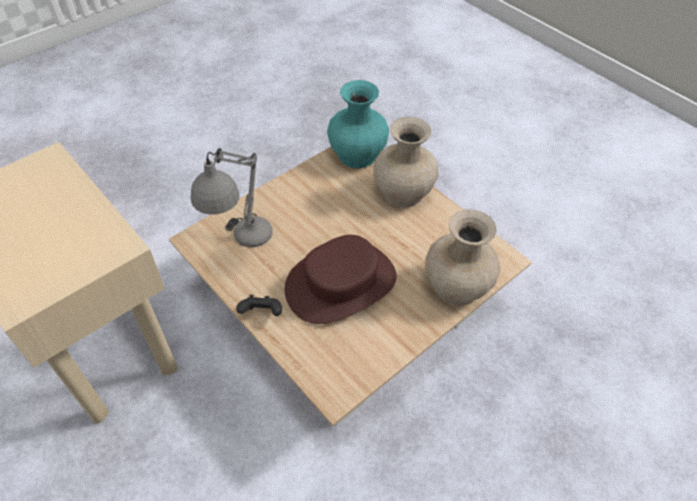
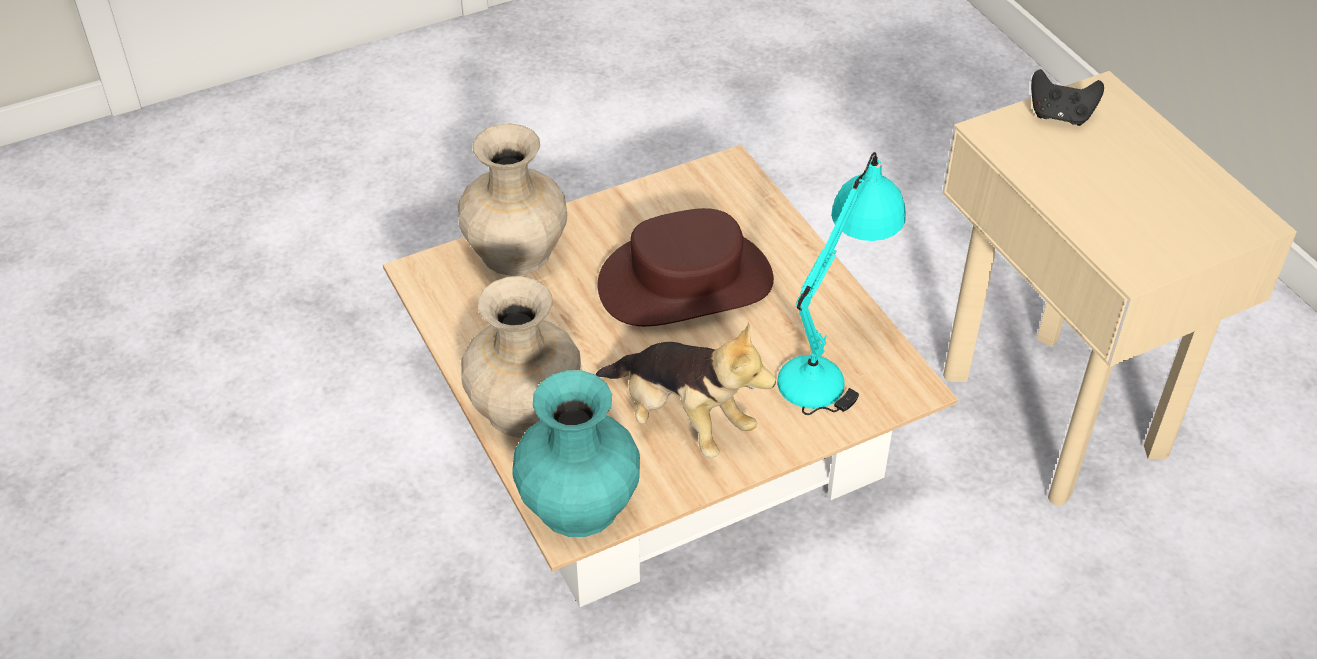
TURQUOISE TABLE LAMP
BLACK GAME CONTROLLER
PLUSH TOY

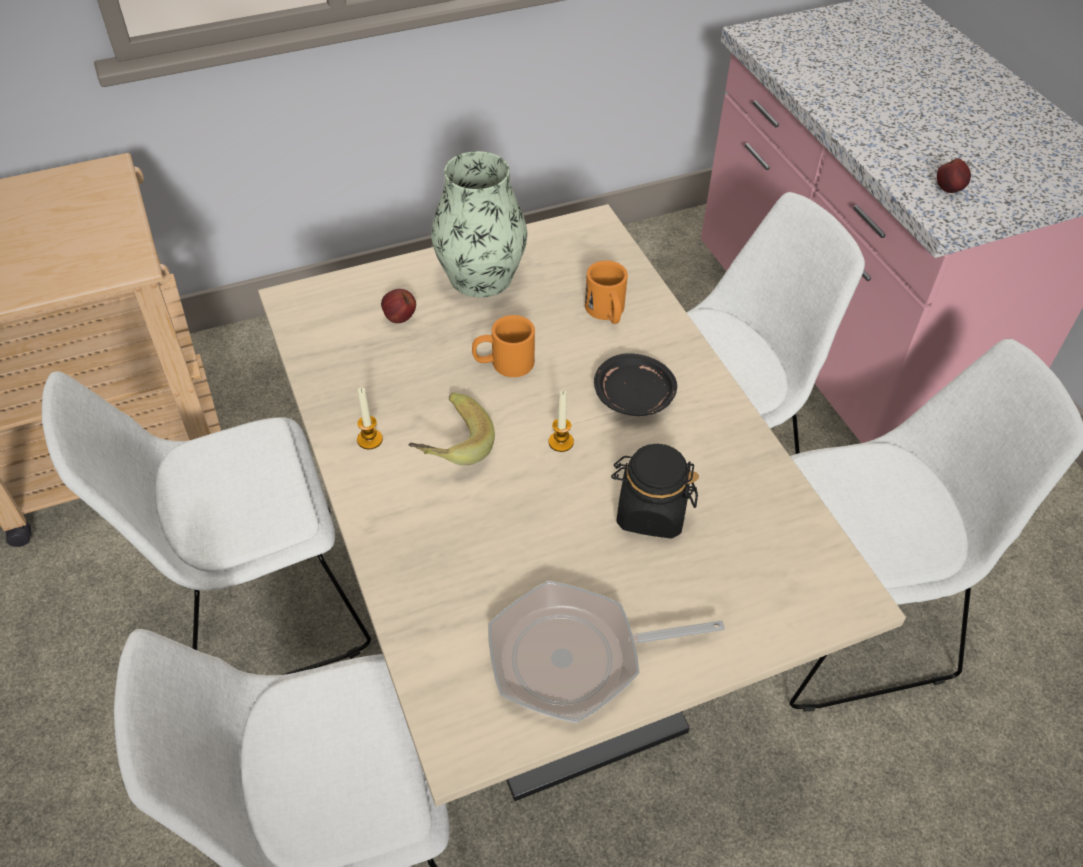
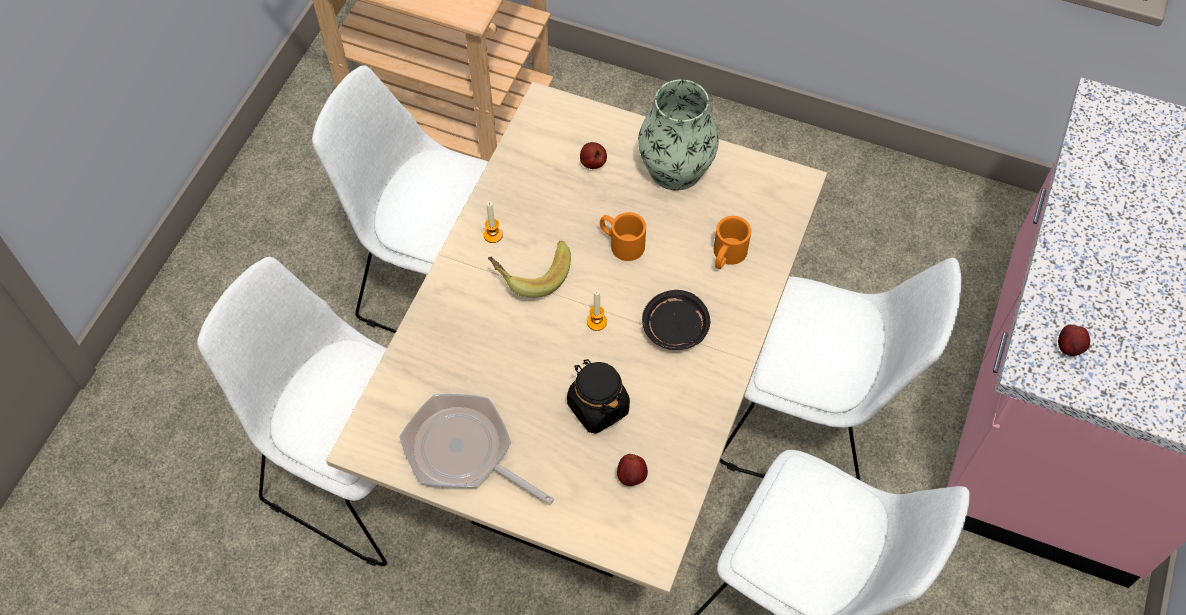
APPLE (no. 2 from left)

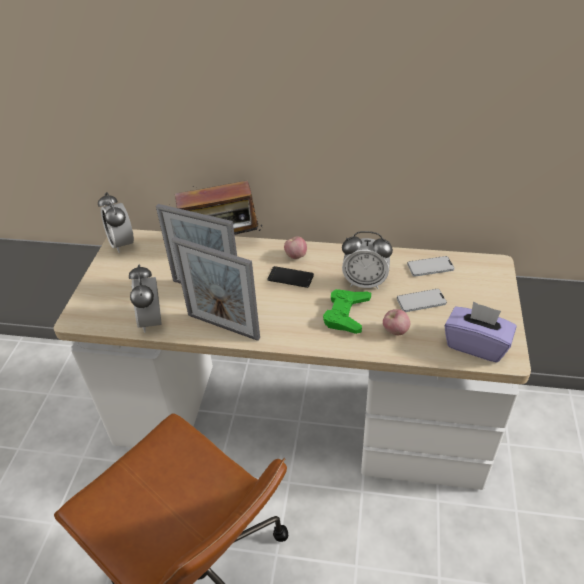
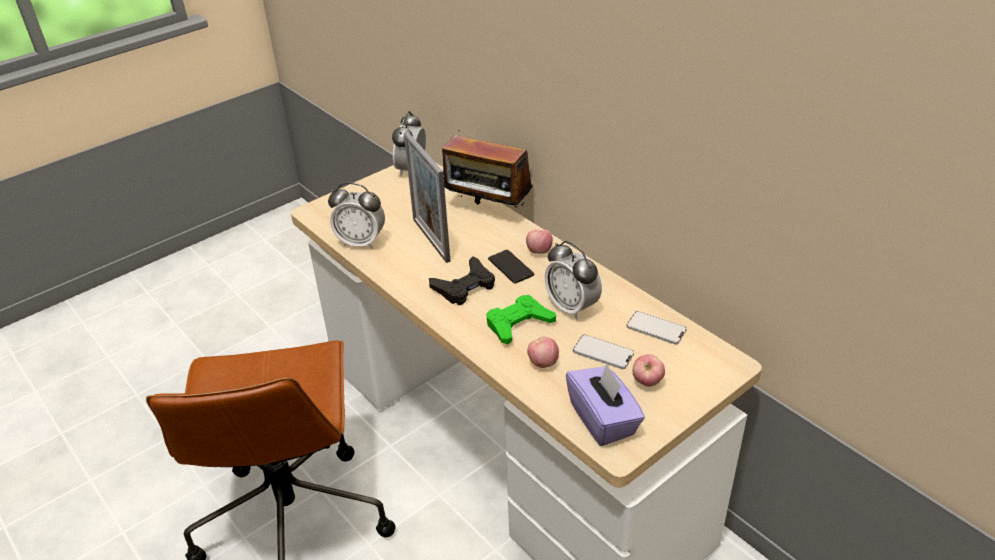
ALARM CLOCK (no. 1 from left)
PICTURE FRAME (no. 2 from left in the first image)
BLACK GAME CONTROLLER
APPLE (no. 3 from left)

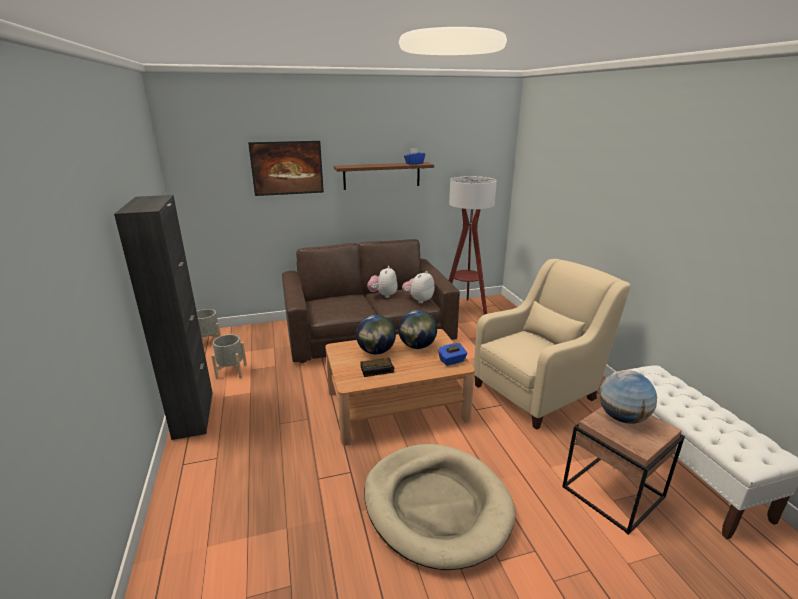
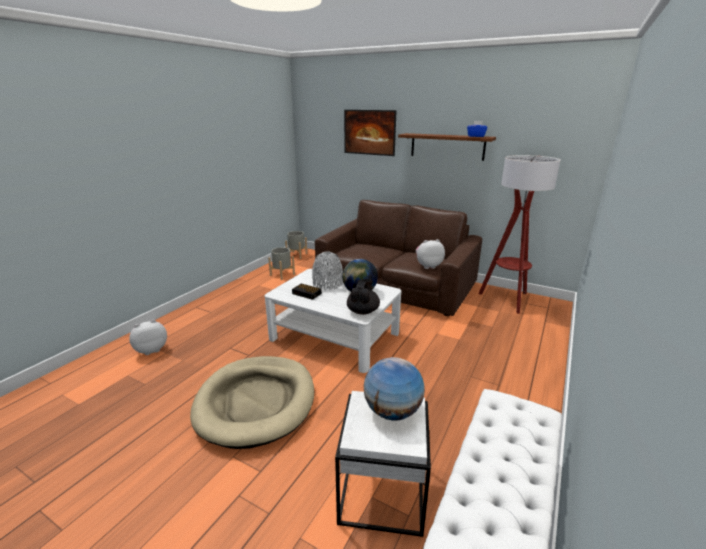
BLACK CABINET
WHITE COFFEE TABLE
GREY VASE
PLUSH TOY (no. 1 from left)
BLACK TEAPOT
BEIGE ARMCHAIR
WHITE SIDE TABLE

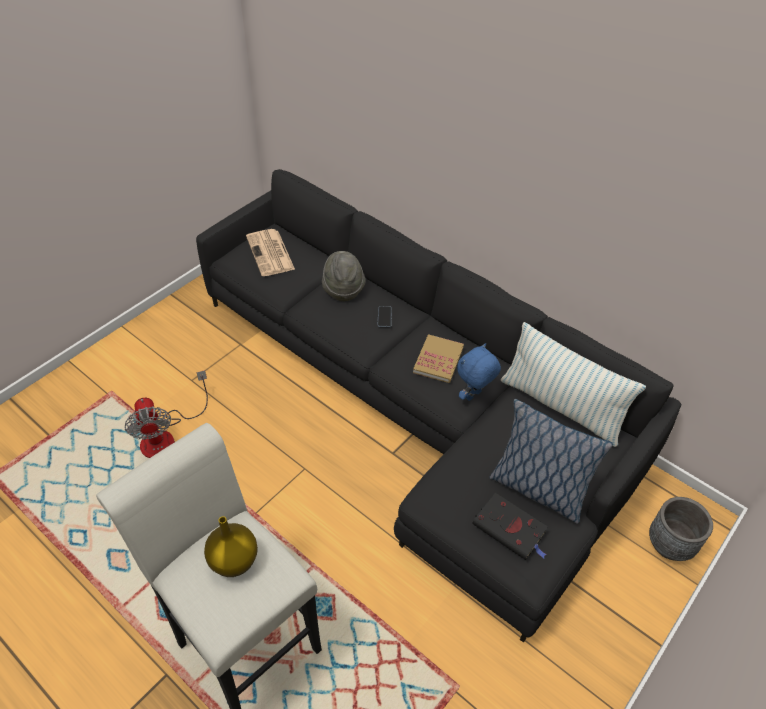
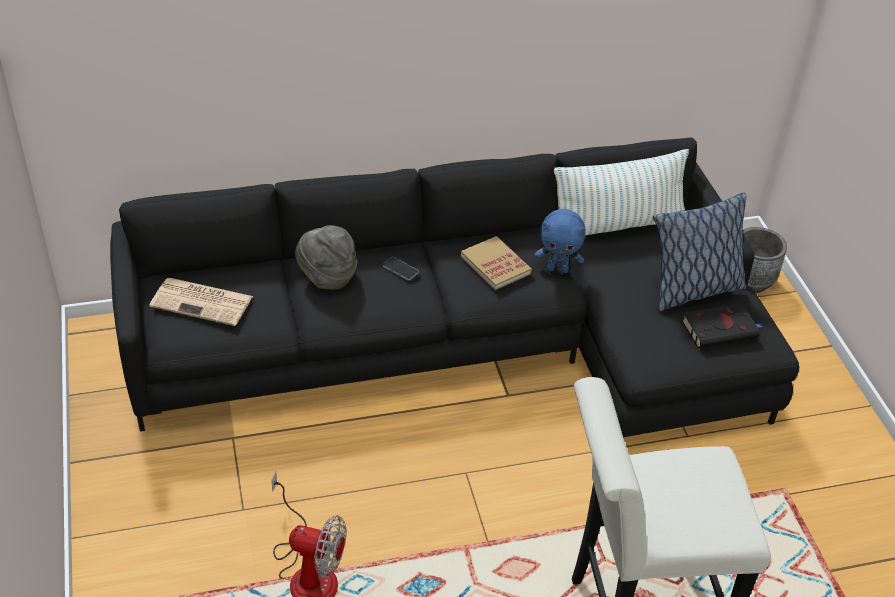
YELLOW VASE
BLUE PLUSH TOY

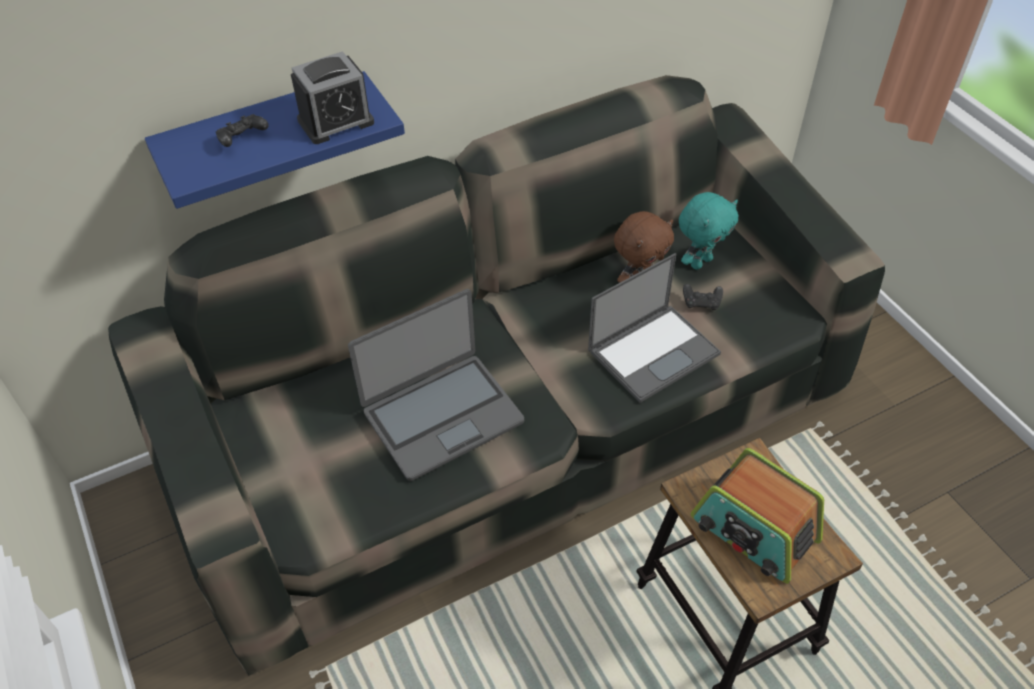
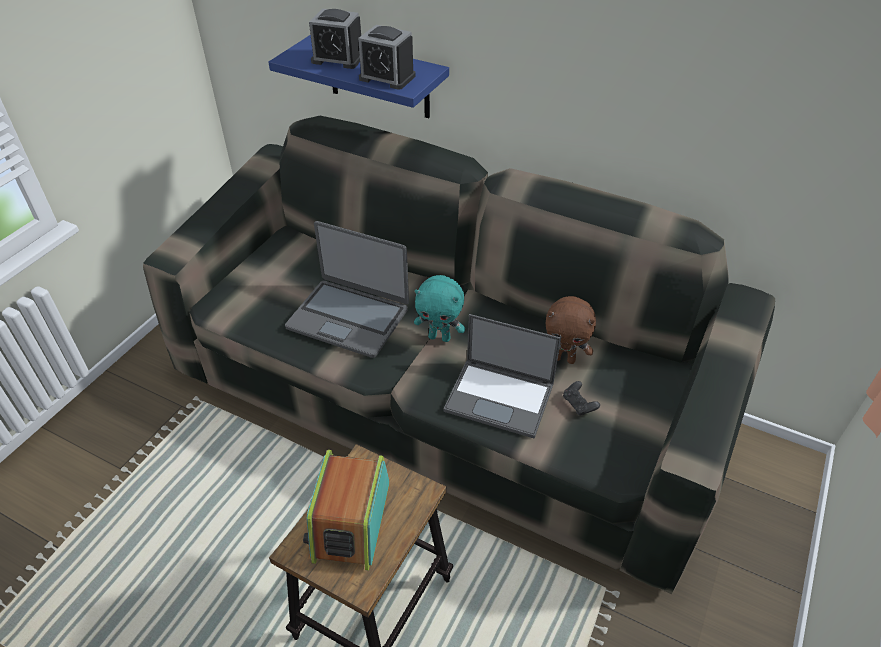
ALARM CLOCK (no. 1 from left)
TURQUOISE PLUSH TOY

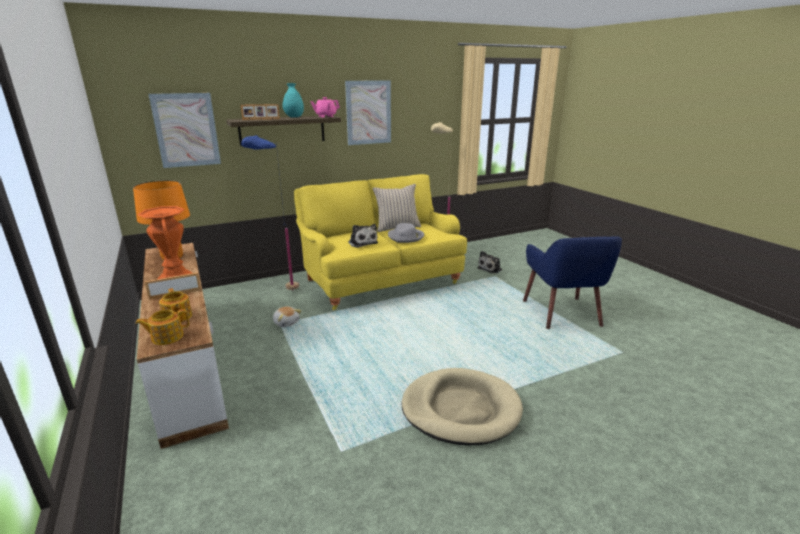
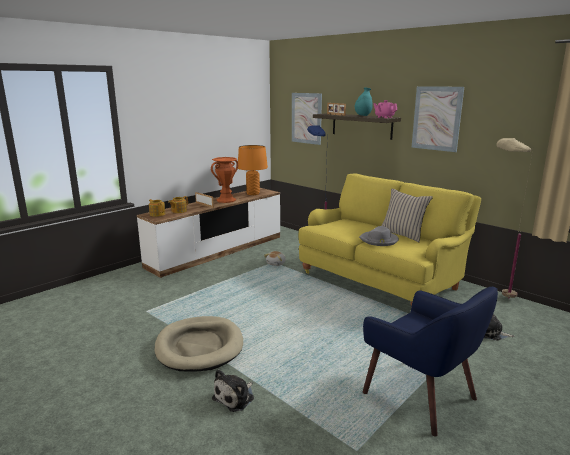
PLUSH TOY (no. 1 from left)
BLUE ARMCHAIR

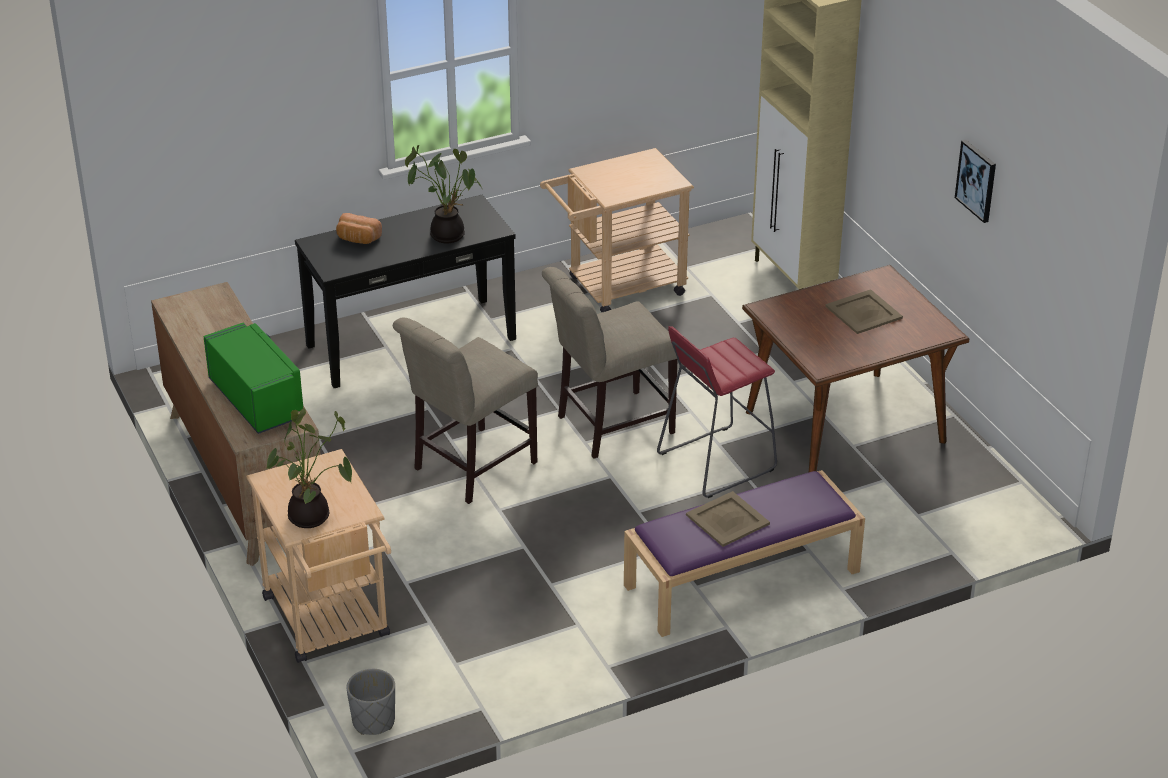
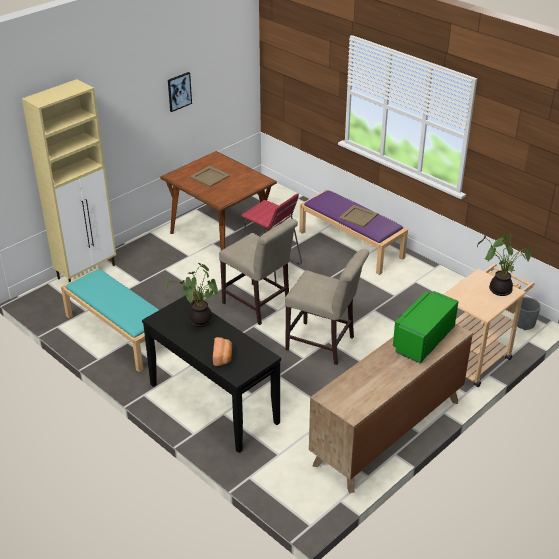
TURQUOISE BENCH

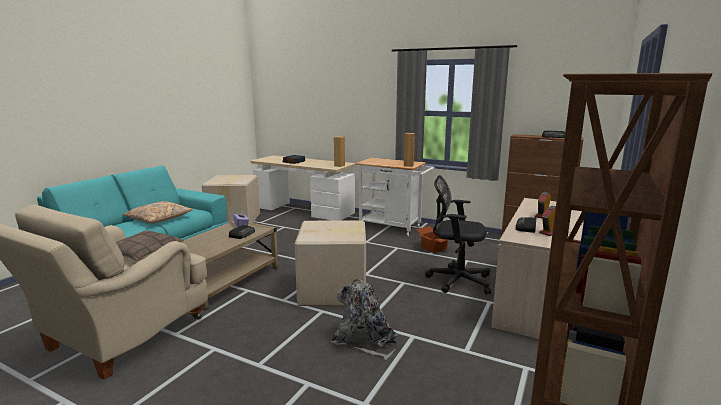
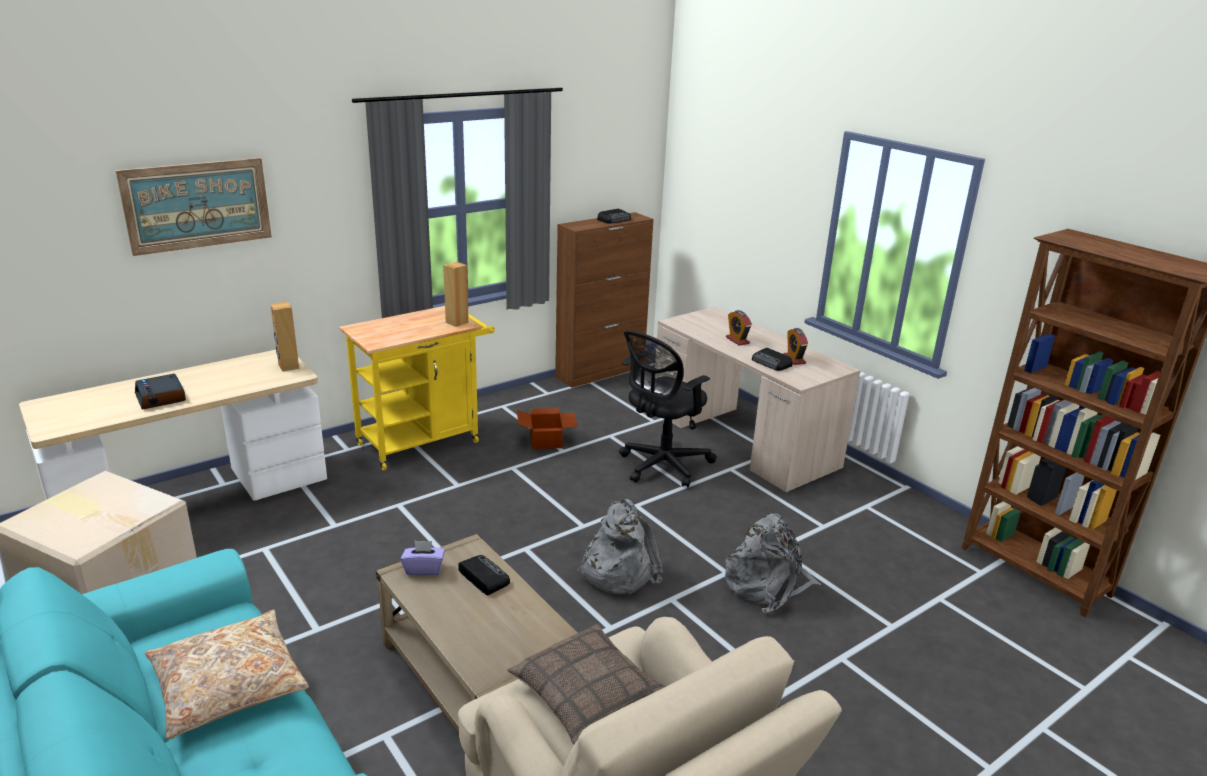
GREY BACKPACK (no. 1 from left)
YELLOW CART
PICTURE

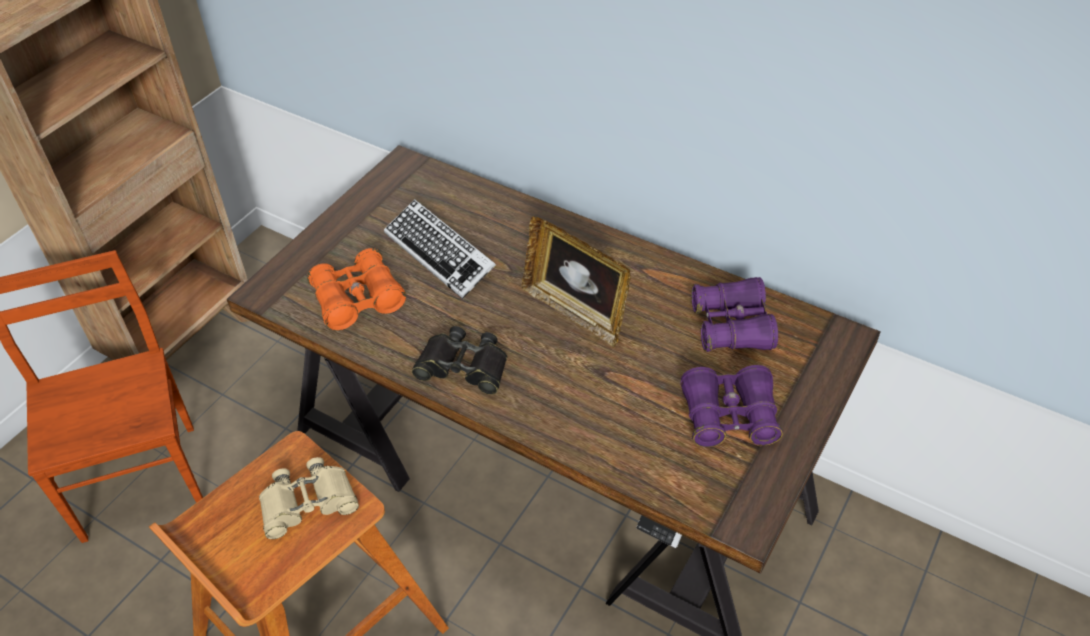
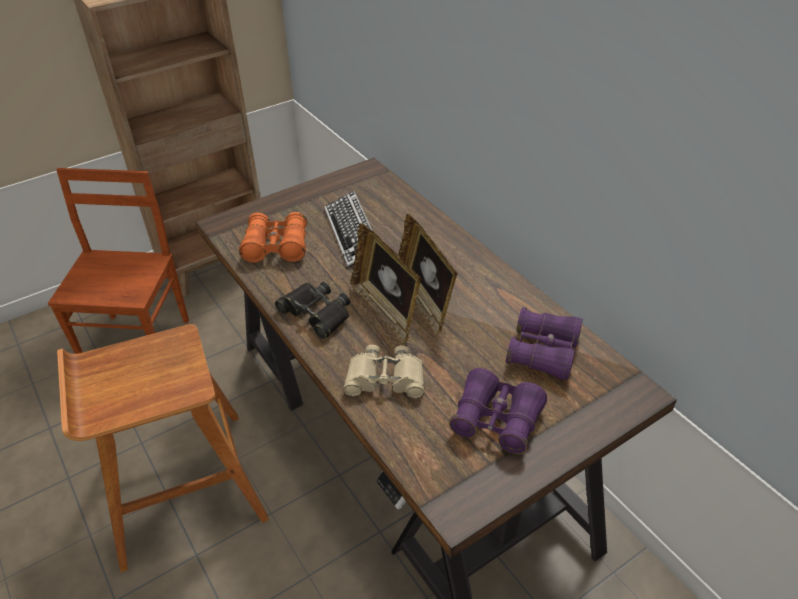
BEIGE BINOCULARS
PICTURE FRAME (no. 1 from left)

